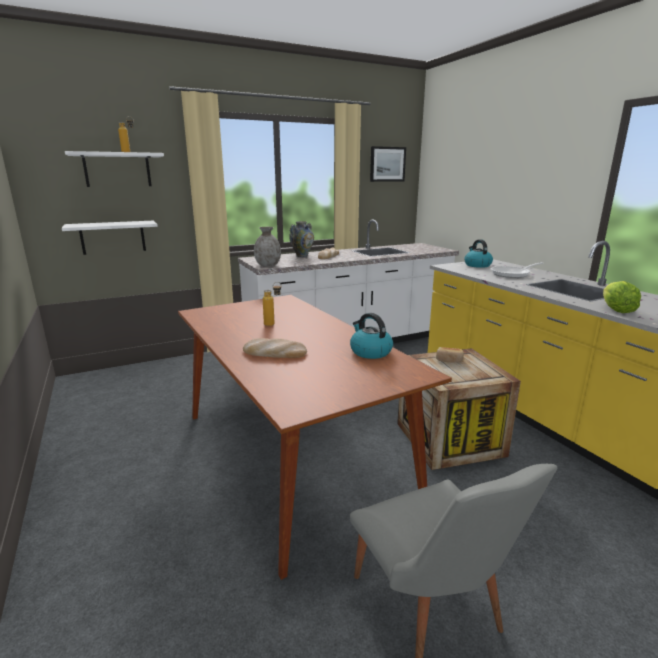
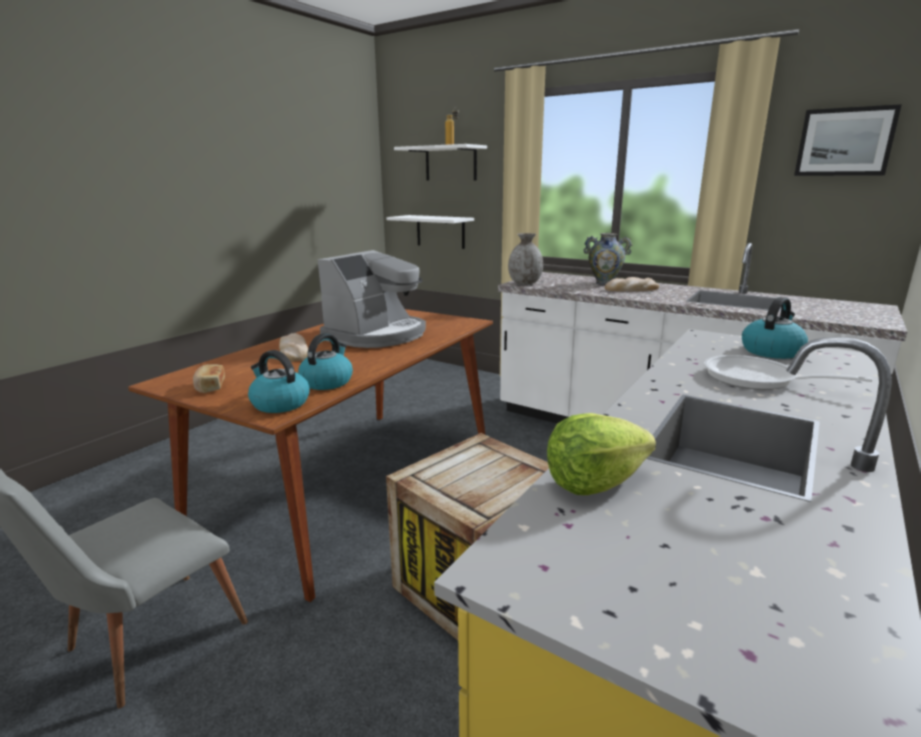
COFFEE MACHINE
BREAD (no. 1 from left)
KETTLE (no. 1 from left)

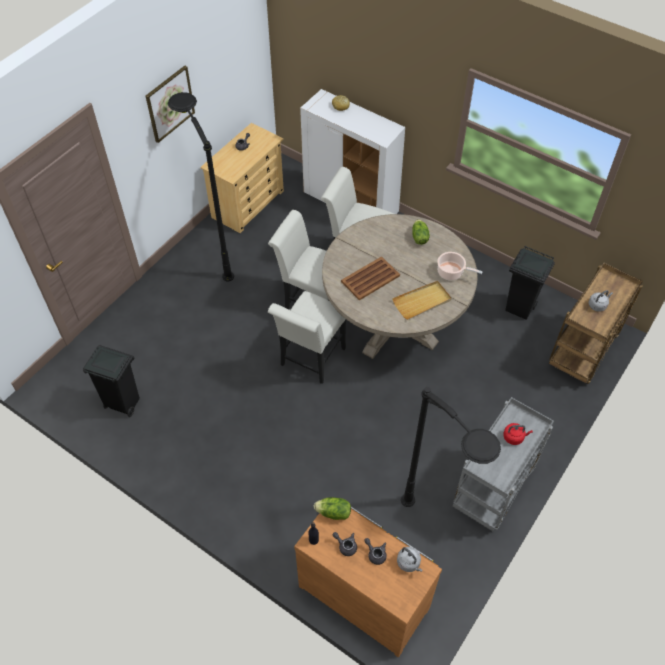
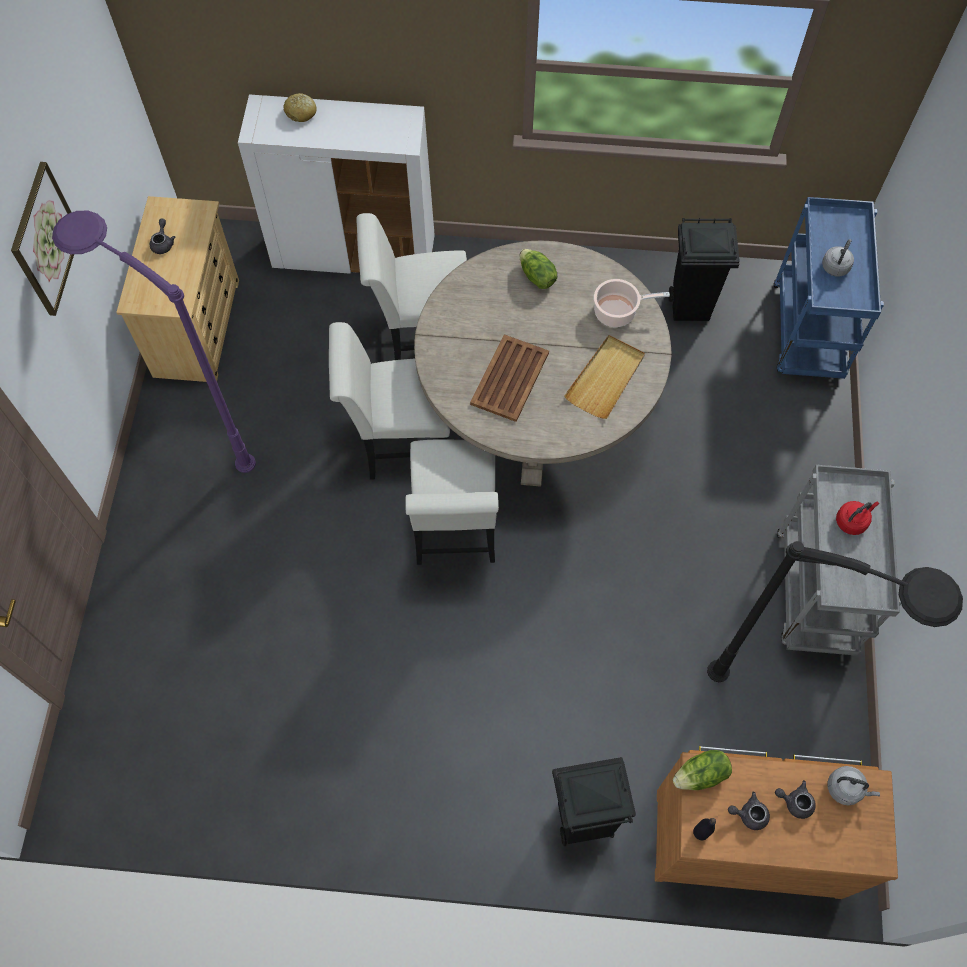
BLACK TRASH CAN (no. 1 from left)
PURPLE FLOOR LAMP
BLUE CART

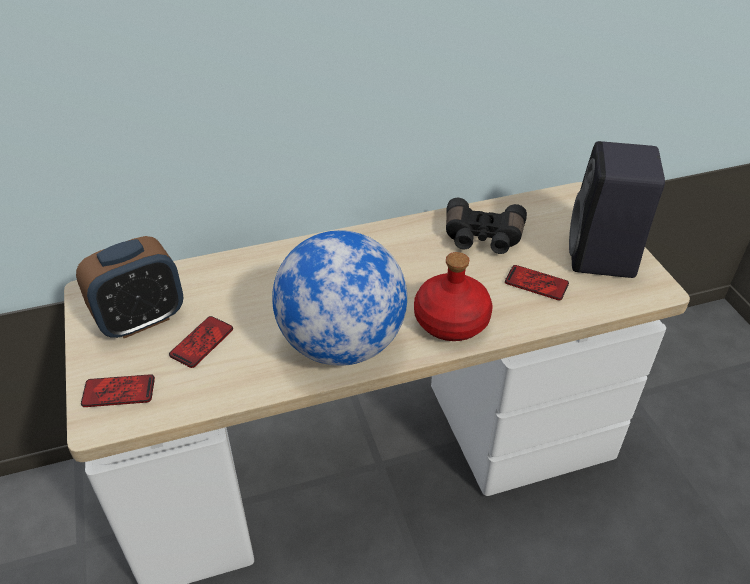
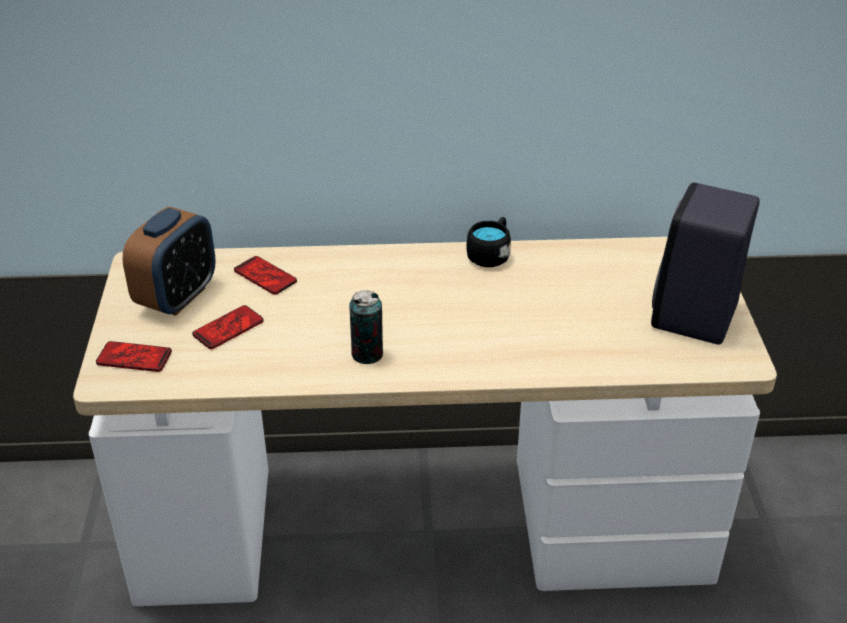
ALARM CLOCK
CAN
RED BOTTLE
BLACK BINOCULARS
PHONE (no. 3 from left)
BLACK MUG

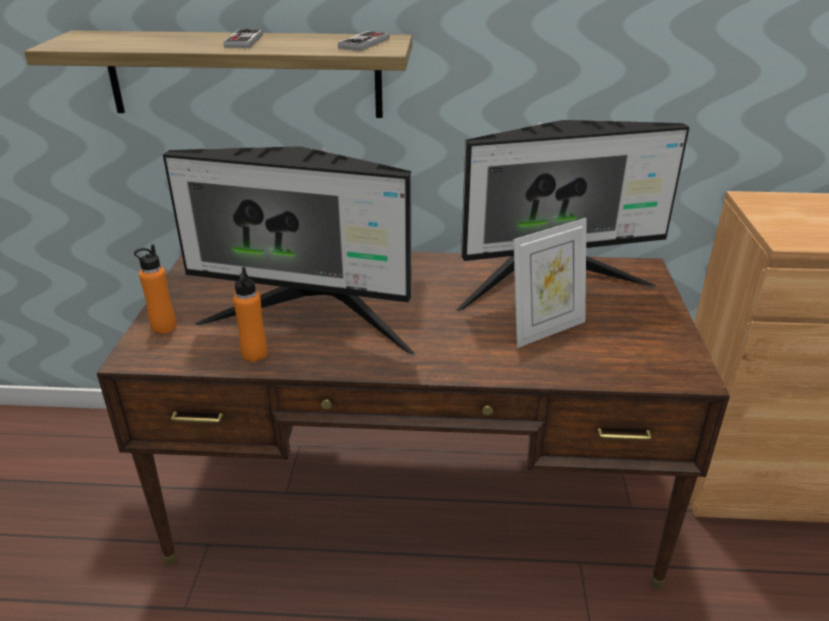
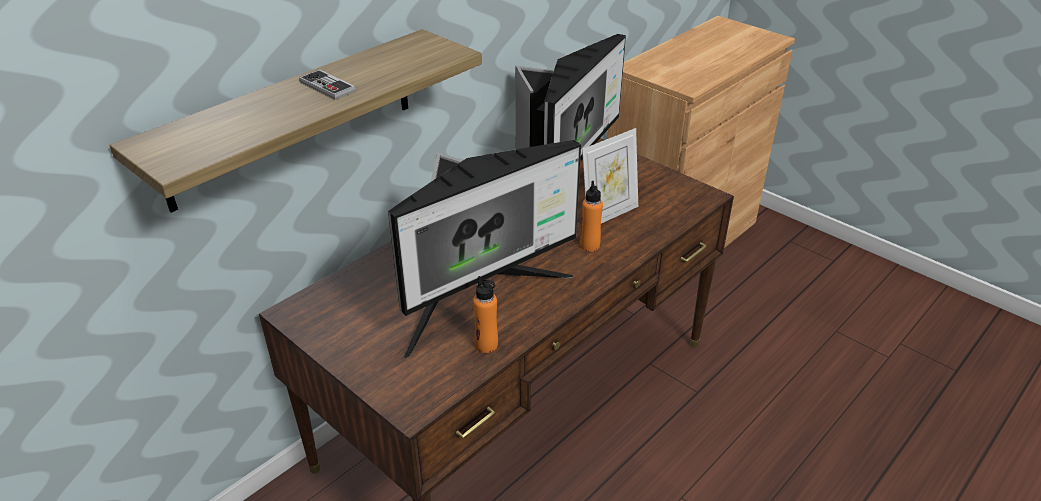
ORANGE BOTTLE (no. 2 from left)
GAME CONTROLLER (no. 2 from left in the first image)
PICTURE FRAME

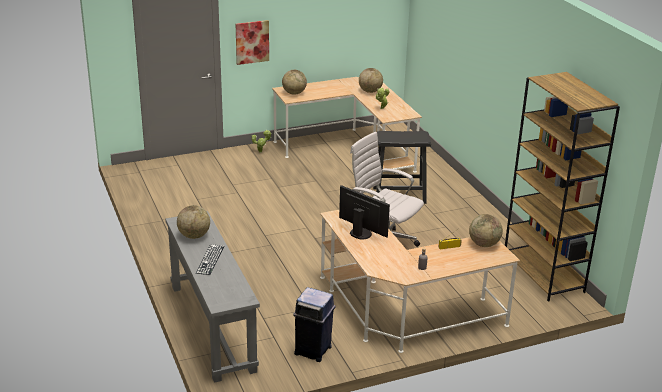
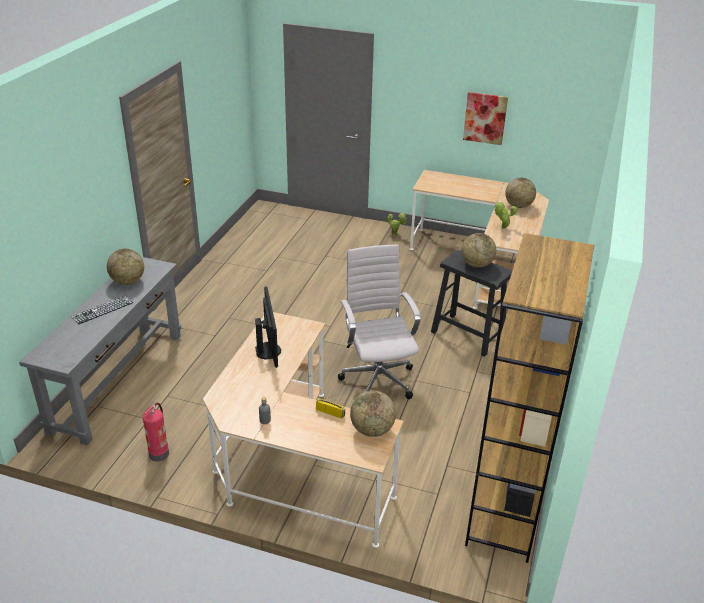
PICTURE
GLOBE (no. 3 from left)
FIRE EXTINGUISHER

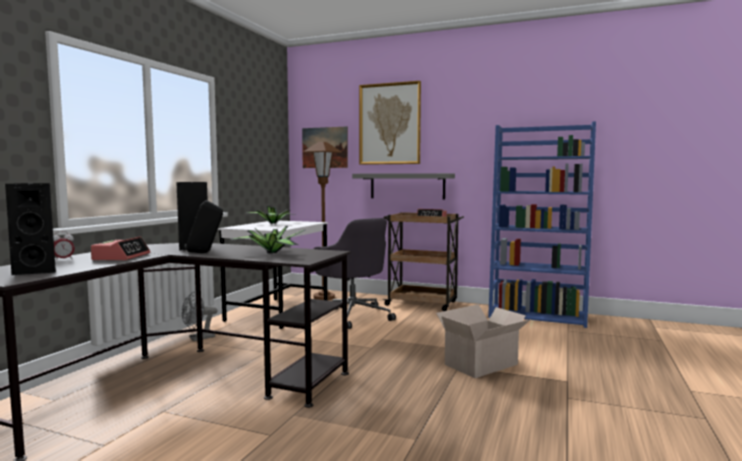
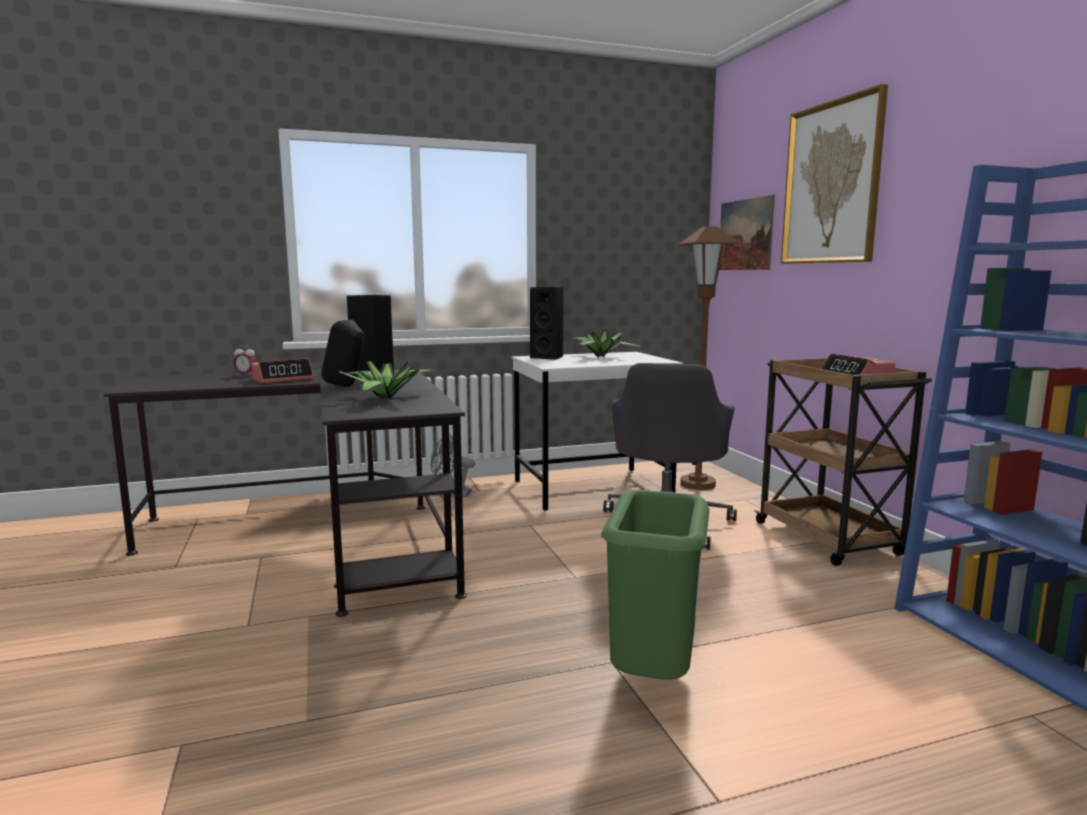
BLACK SPEAKER (no. 3 from left)
GREY SHELF
GREEN TRASH CAN

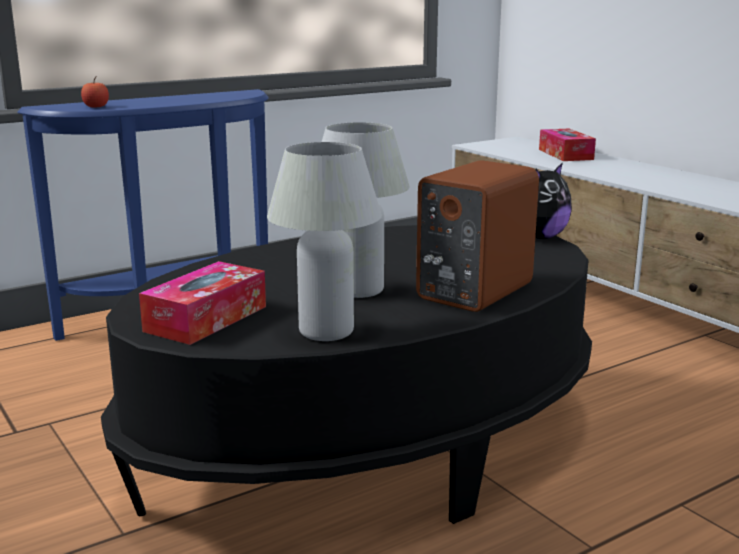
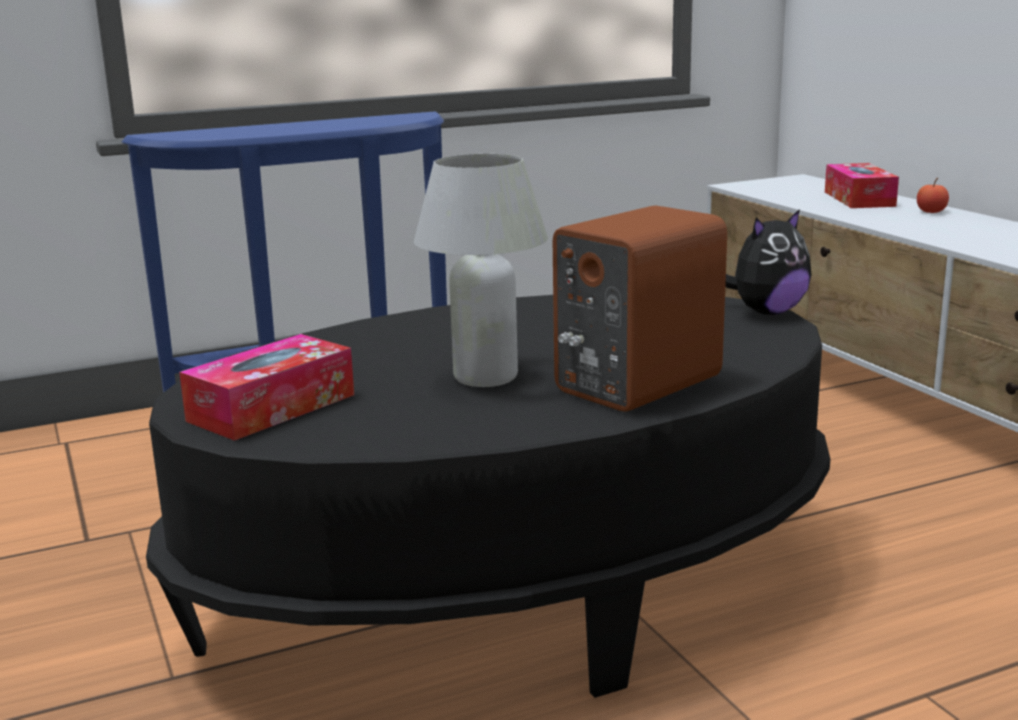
APPLE
WHITE TABLE LAMP (no. 1 from left in the first image)

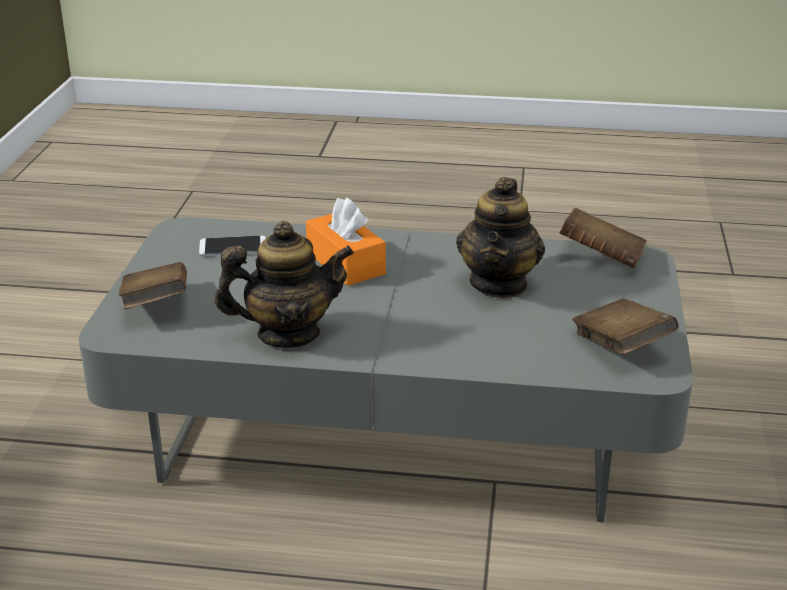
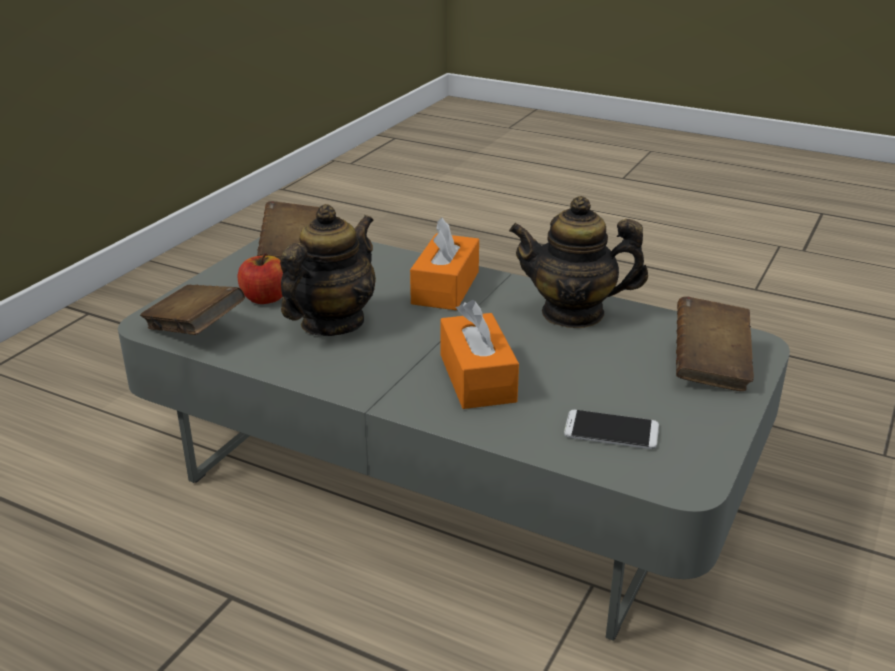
APPLE
ORANGE TISSUE BOX (no. 1 from left)

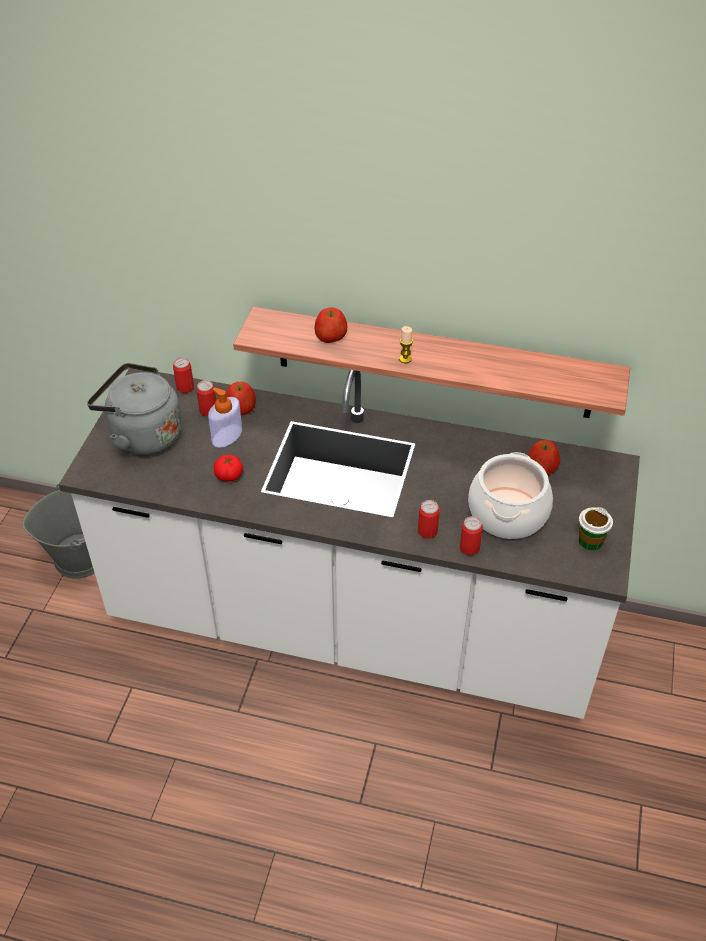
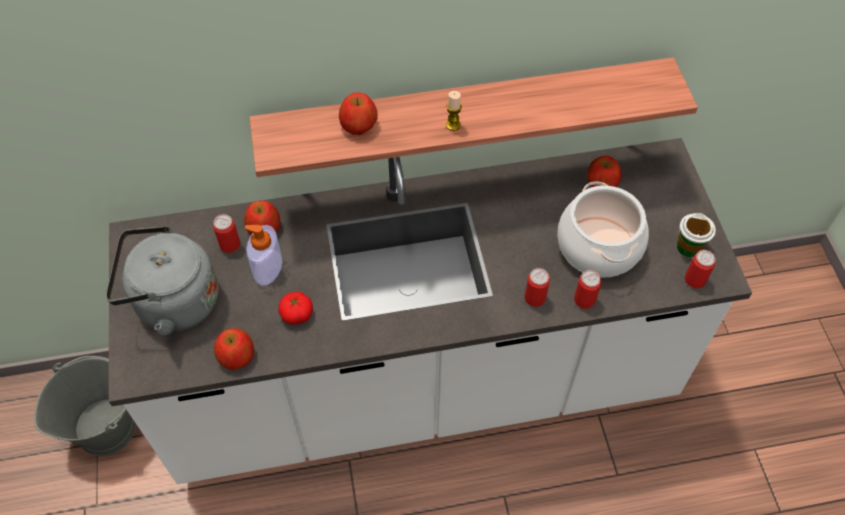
CAN (no. 4 from left)
APPLE (no. 1 from left)

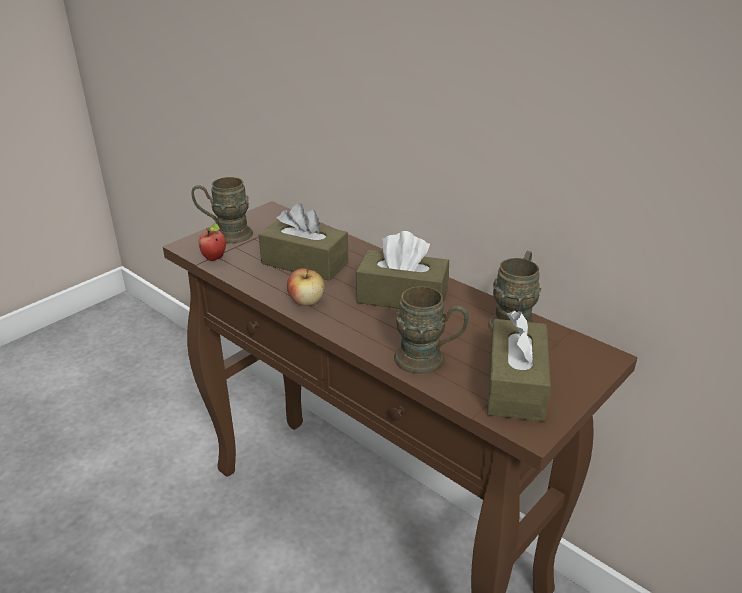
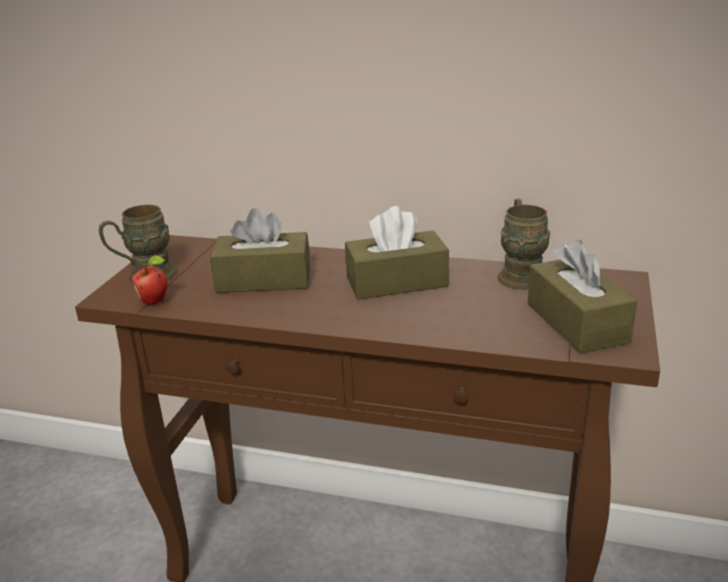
APPLE (no. 2 from left in the first image)
BROWN MUG (no. 2 from left in the first image)

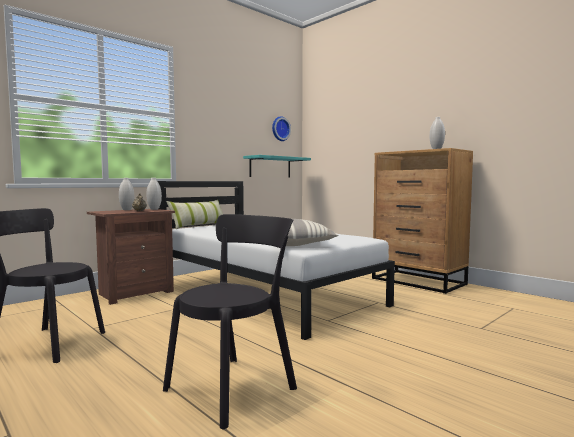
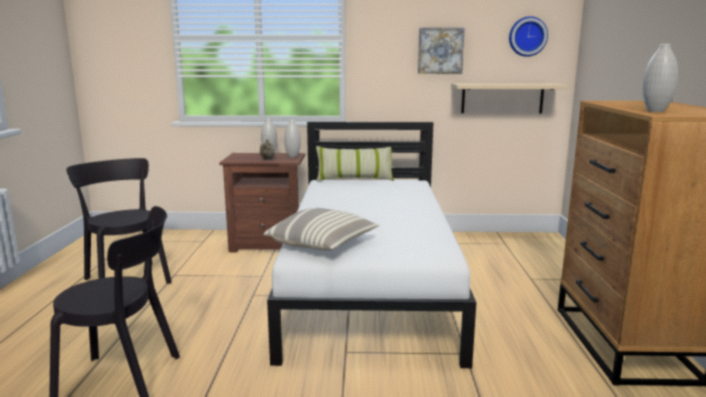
BEIGE SHELF
PICTURE

